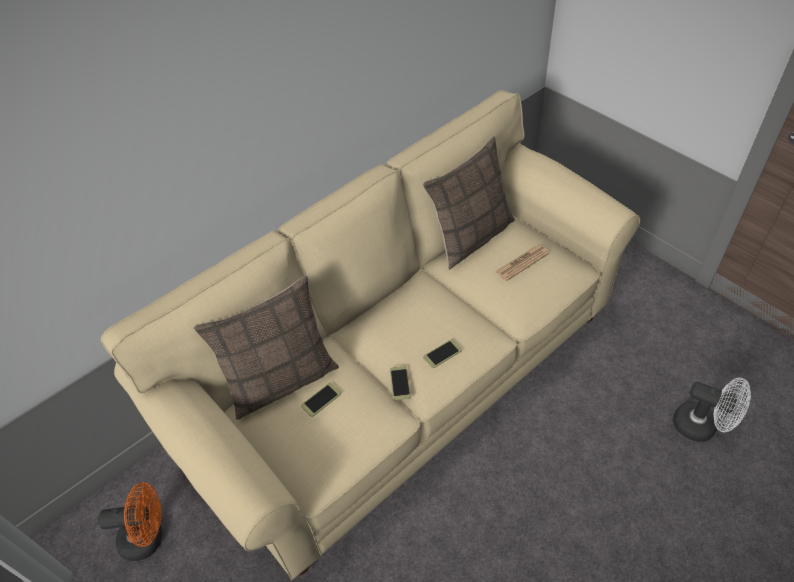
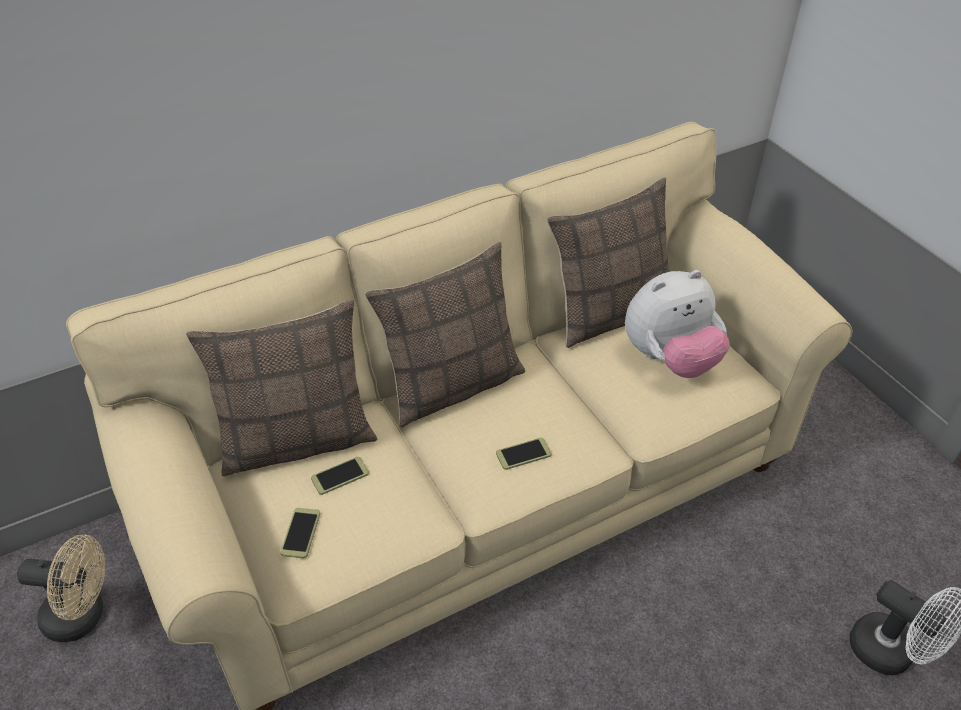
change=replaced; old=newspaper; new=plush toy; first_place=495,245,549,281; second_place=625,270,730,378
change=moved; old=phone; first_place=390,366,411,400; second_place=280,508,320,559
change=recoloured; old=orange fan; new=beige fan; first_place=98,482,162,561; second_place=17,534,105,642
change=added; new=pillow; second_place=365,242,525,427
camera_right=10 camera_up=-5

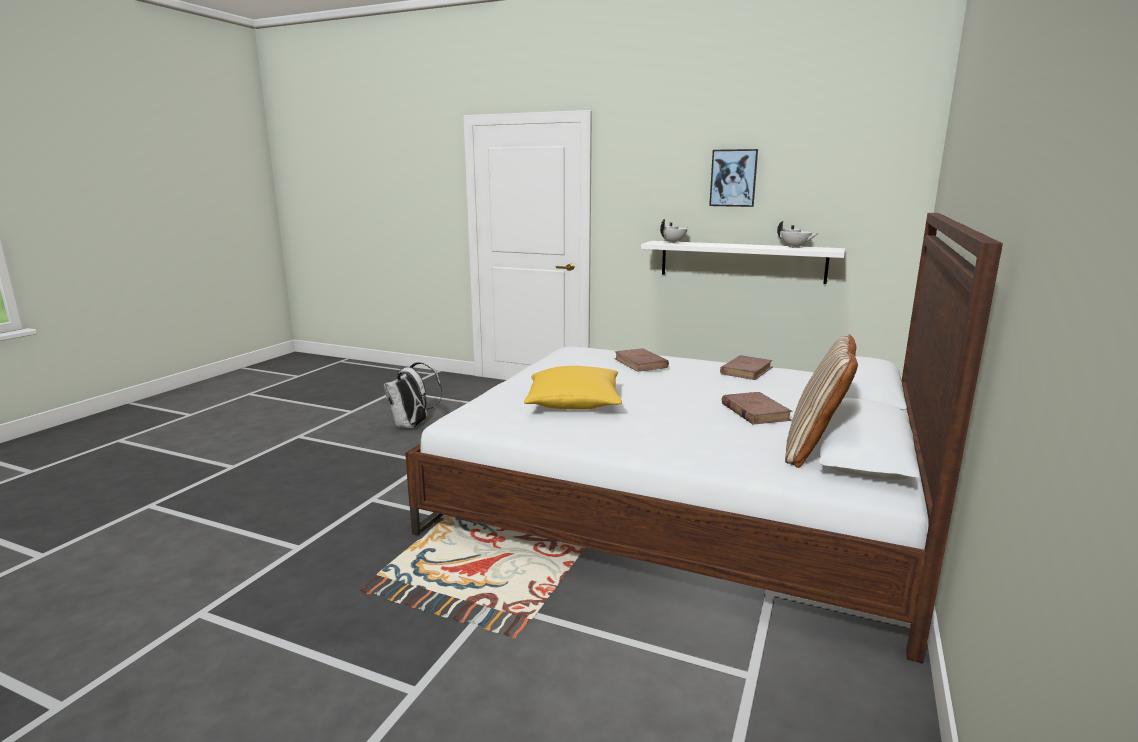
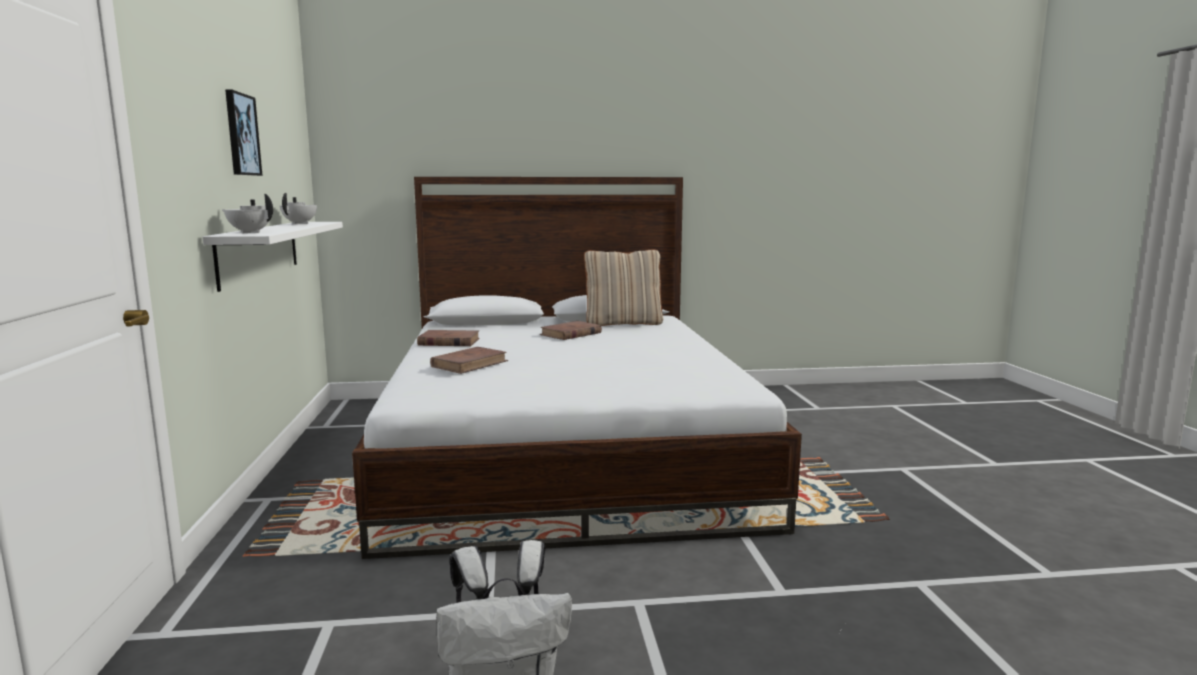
change=removed; old=yellow pillow; first_place=524,366,622,410
camera_right=-120 camera_up=-5

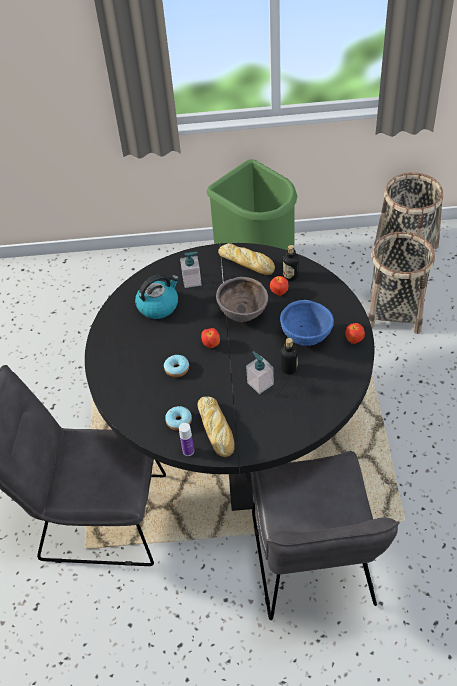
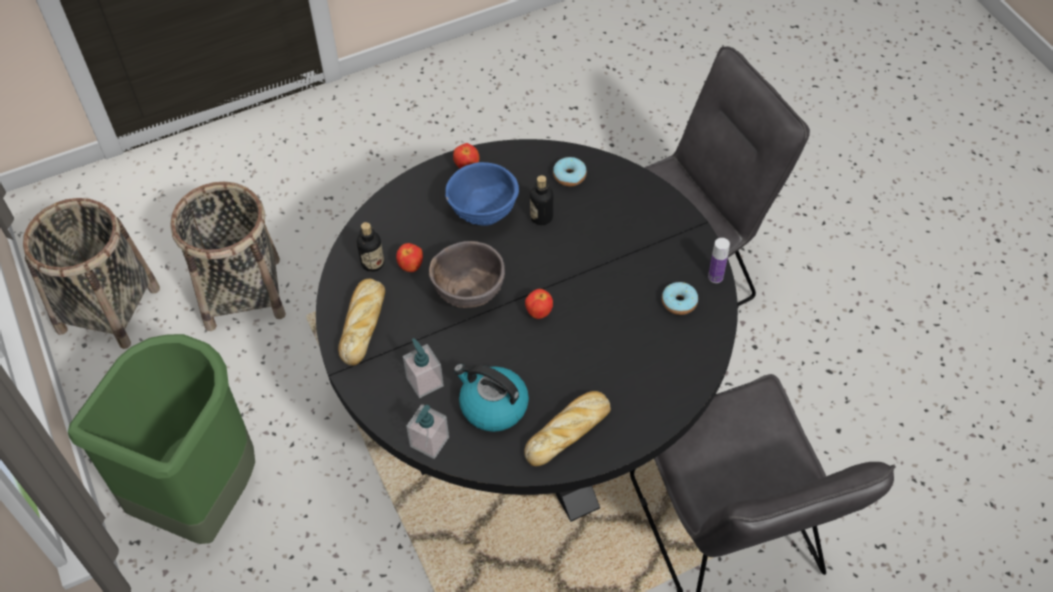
change=moved; old=soap dispenser; first_place=246,351,274,394; second_place=406,404,449,459
change=moved; old=donut; first_place=164,355,189,377; second_place=553,157,587,186
change=moved; old=bread; first_place=197,396,235,457; second_place=524,391,611,466
camera_right=-115 camera_up=5

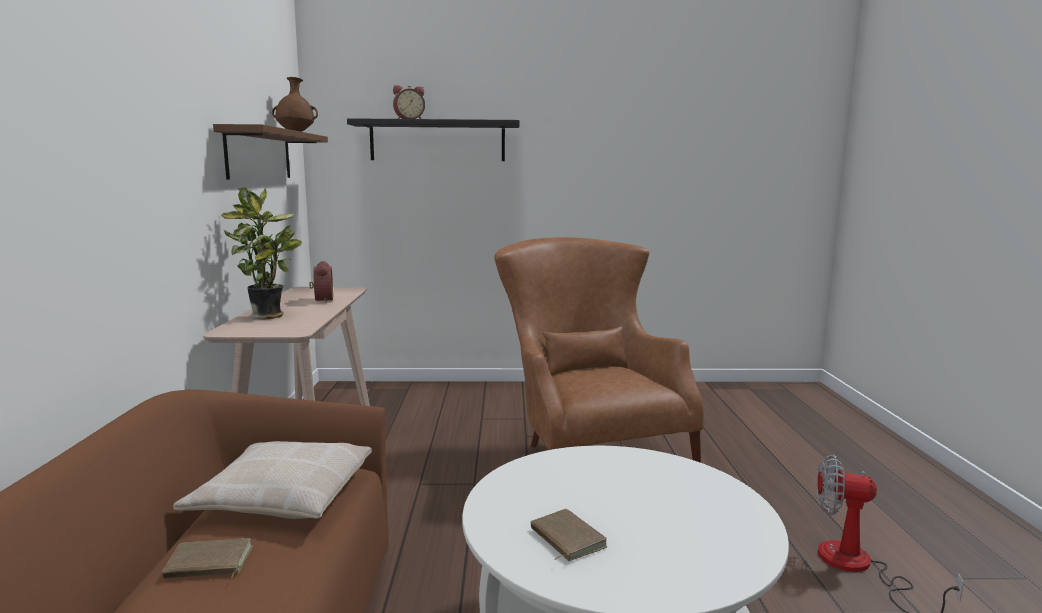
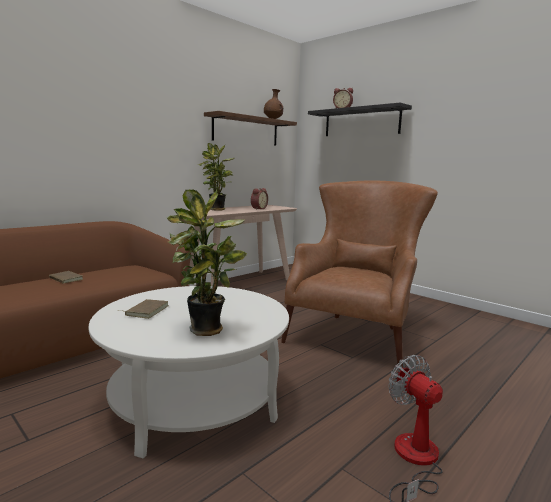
change=removed; old=beige pillow; first_place=173,441,372,519
change=added; new=potted plant; second_place=167,189,247,336
camera_right=45 camera_up=0

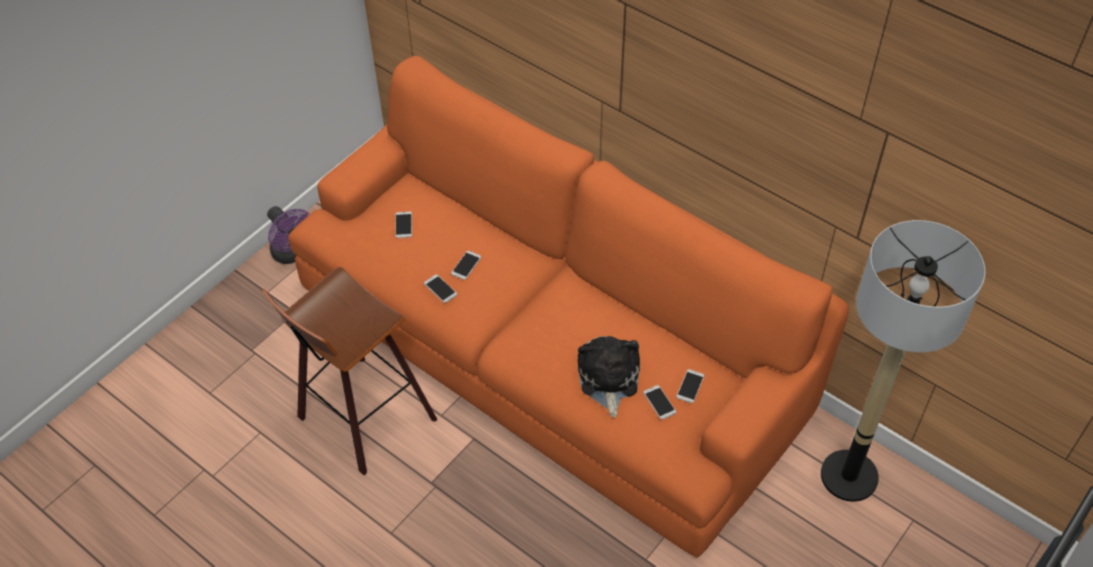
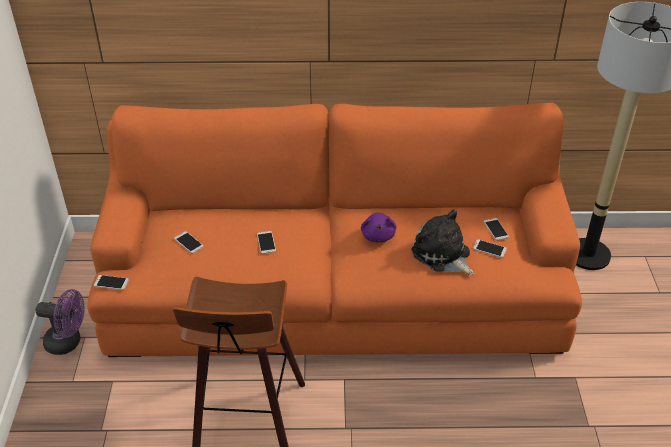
change=moved; old=phone; first_place=424,274,457,303; second_place=94,275,129,290
change=added; new=purple plush toy; second_place=361,213,396,243
camera_right=-40 camera_up=-10

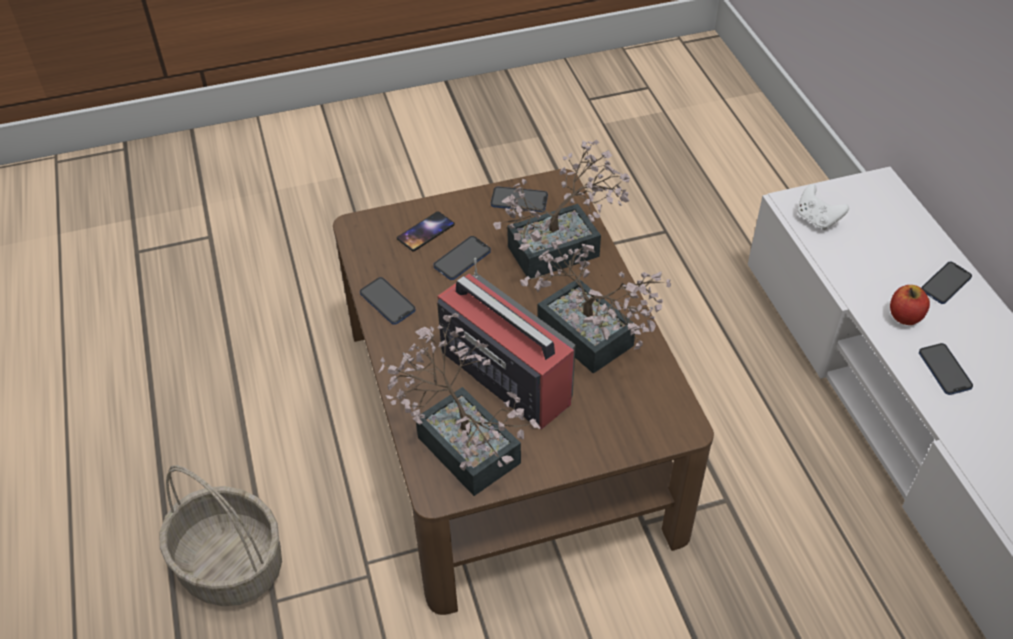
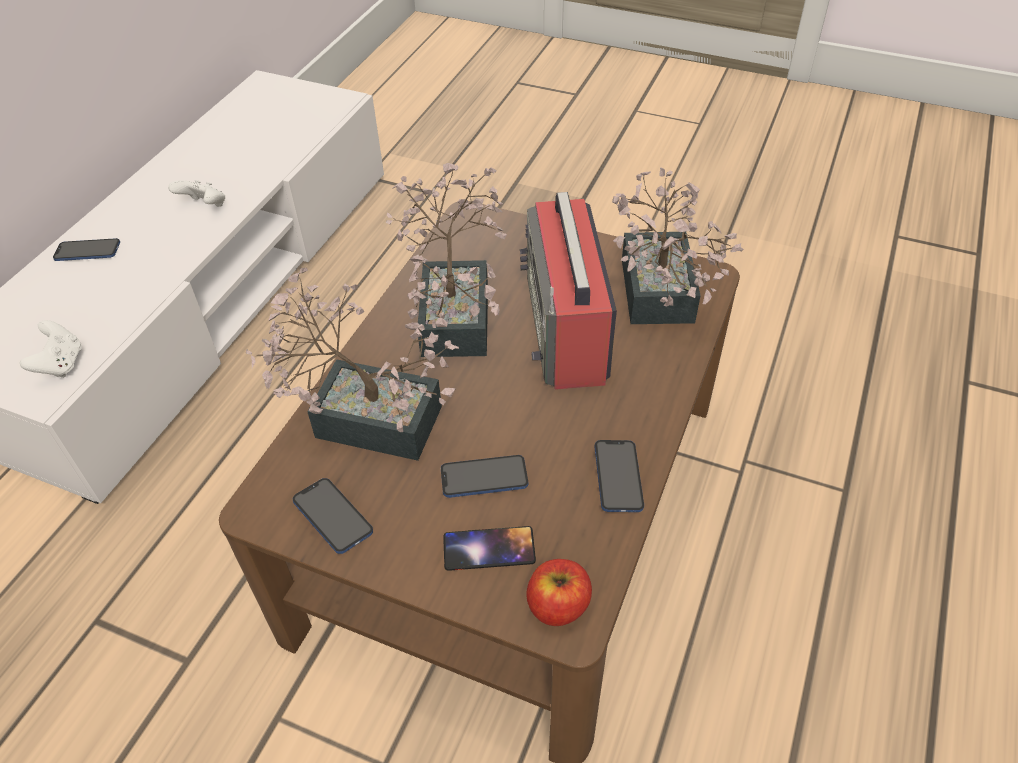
change=moved; old=apple; first_place=890,285,930,325; second_place=527,559,592,626
change=replaced; old=phone; new=white game controller; first_place=919,343,973,395; second_place=168,180,225,207
change=removed; old=basket; first_place=159,465,282,606
camera_right=-140 camera_up=0

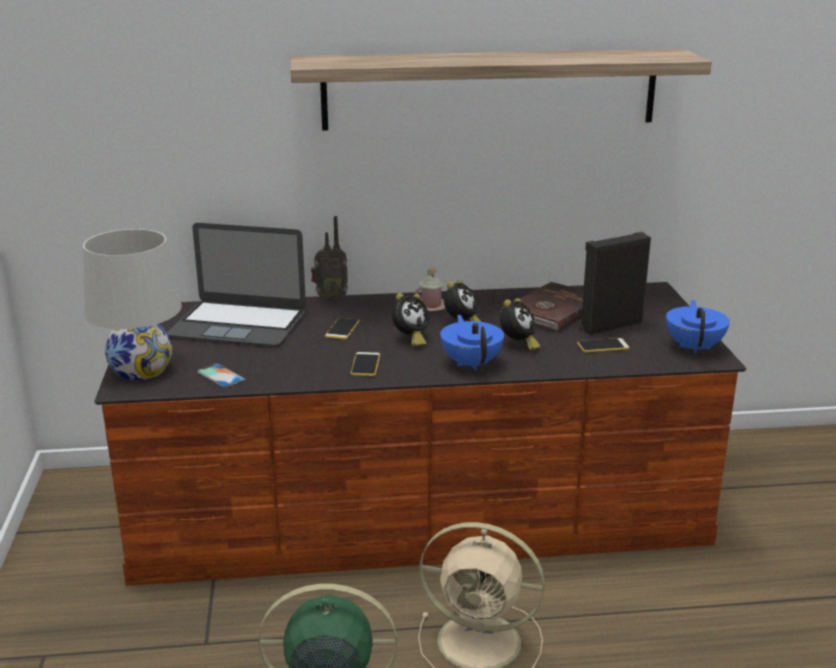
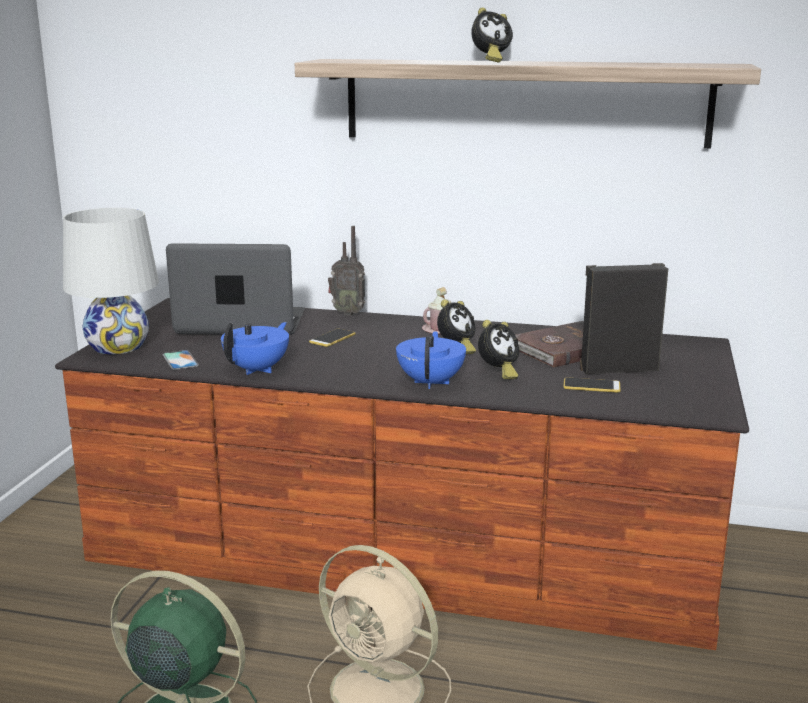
change=turned; old=laptop; first_place=167,223,306,346; second_place=166,243,305,335; degrees=150
change=moved; old=alarm clock; first_place=392,293,429,347; second_place=471,7,513,63
change=moved; old=blue teapot; first_place=666,300,730,354; second_place=221,322,289,375
change=removed; old=phone; first_place=351,352,380,376
camera_right=20 camera_up=-5

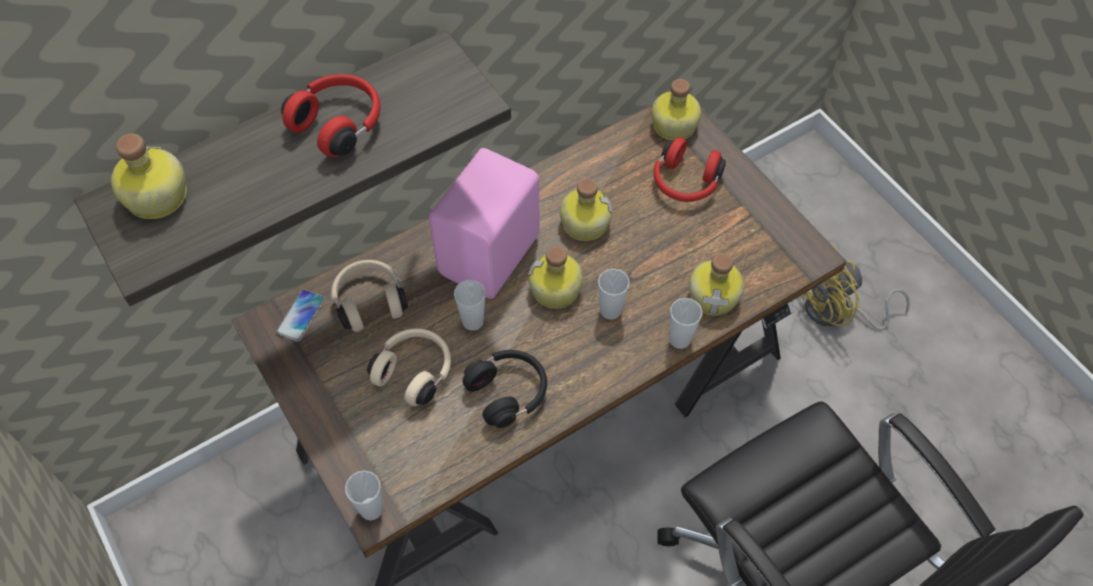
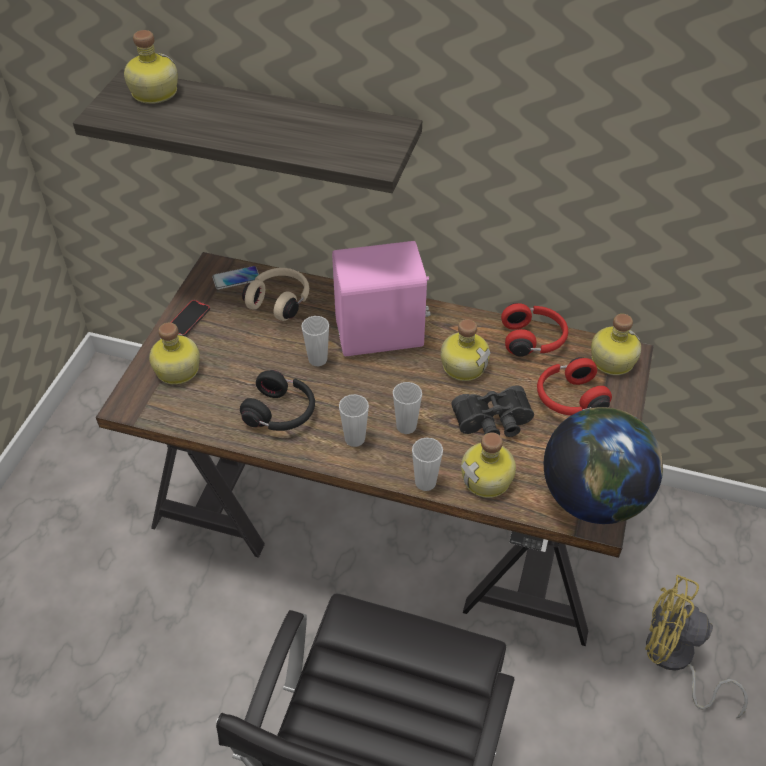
change=moved; old=red headphones; first_place=281,74,381,157; second_place=501,303,568,357
change=moved; old=bottle; first_place=528,246,583,309; second_place=149,323,200,385
change=removed; old=beige headphones; first_place=367,329,451,406
change=moved; old=cup; first_place=345,471,383,520; second_place=339,394,369,447
change=added; new=phone; second_place=170,300,210,336
change=added; new=black binoculars; second_place=451,385,534,437
change=added; new=globe; second_place=544,407,663,524
camera_right=50 camera_up=-10

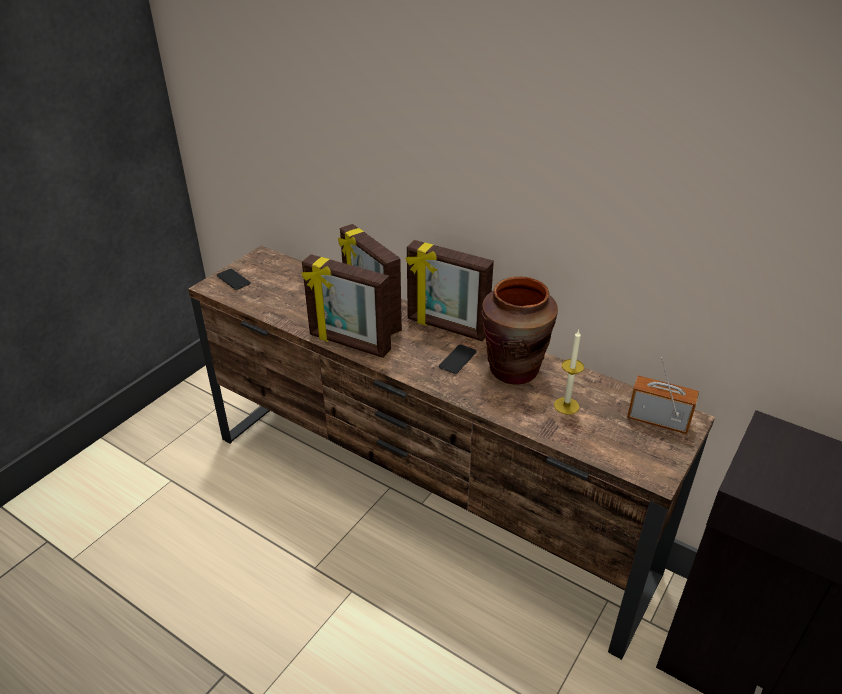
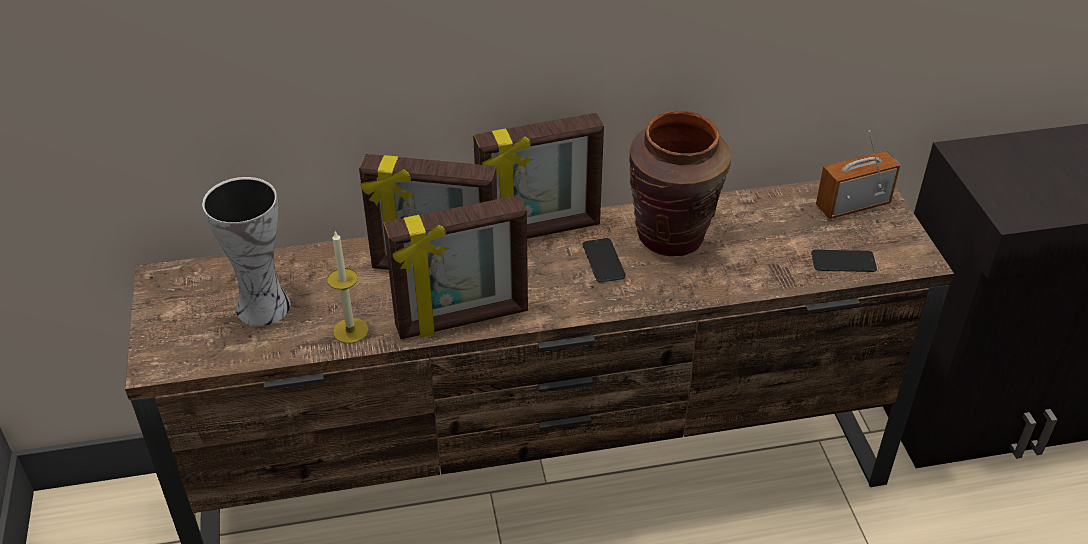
change=moved; old=phone; first_place=217,269,251,290; second_place=811,250,877,272
change=moved; old=candle; first_place=554,330,584,415; second_place=327,231,368,344
change=added; new=vase; second_place=202,177,290,326
camera_right=-45 camera_up=5

